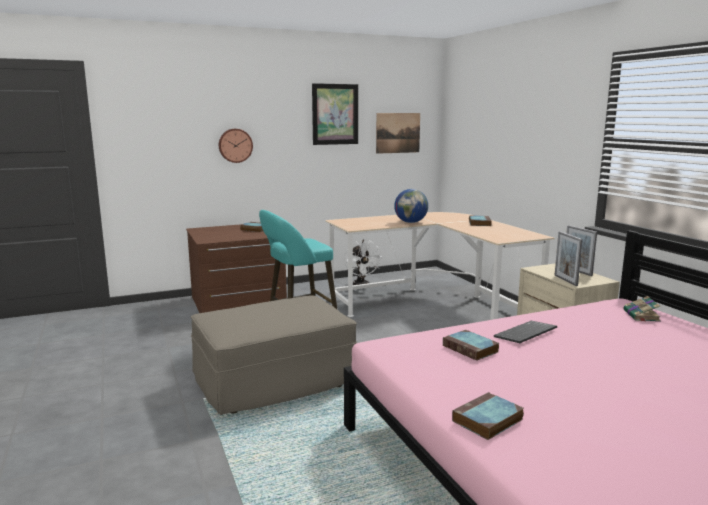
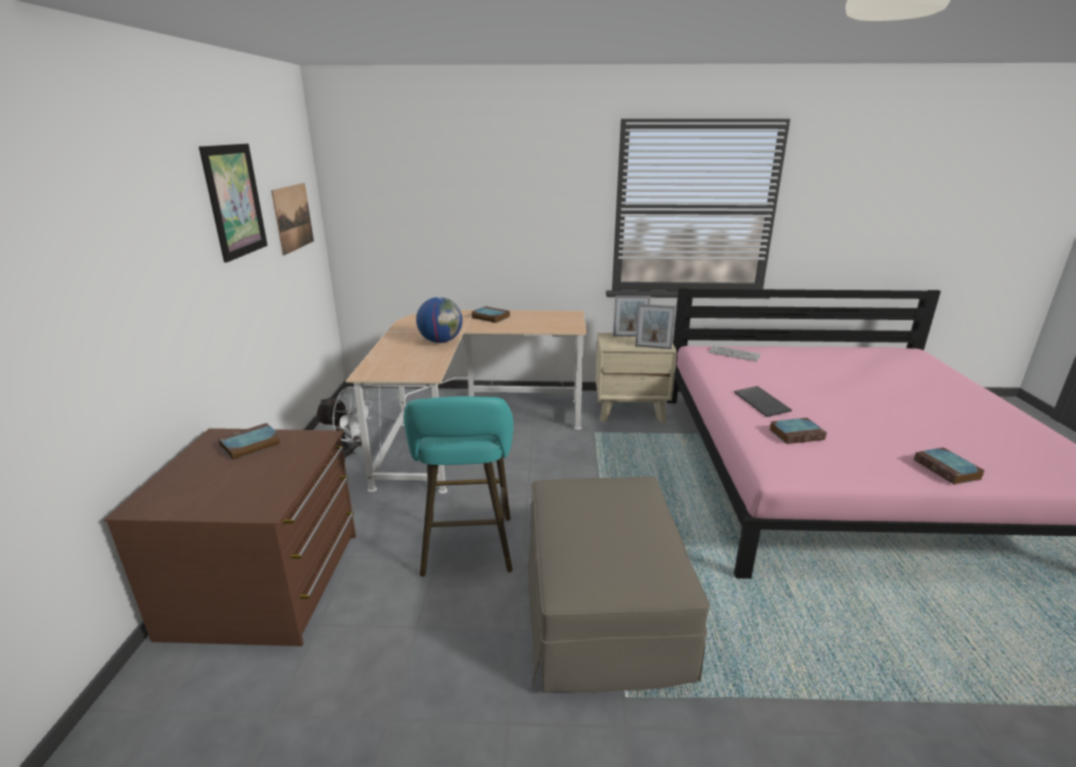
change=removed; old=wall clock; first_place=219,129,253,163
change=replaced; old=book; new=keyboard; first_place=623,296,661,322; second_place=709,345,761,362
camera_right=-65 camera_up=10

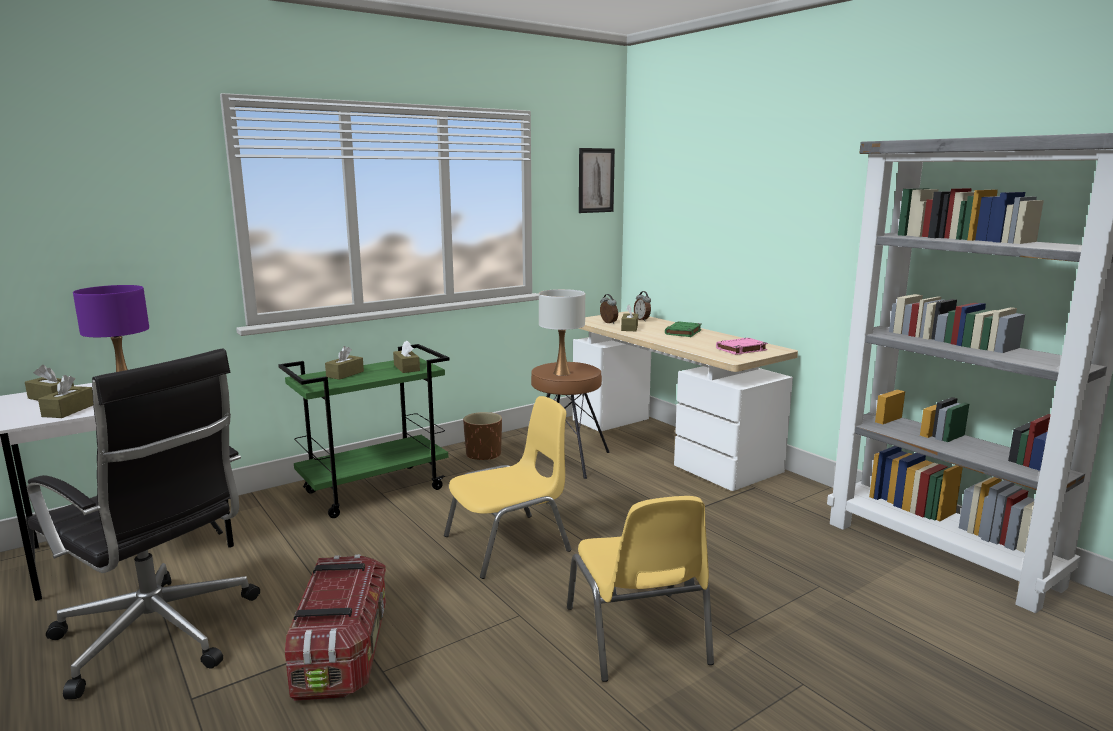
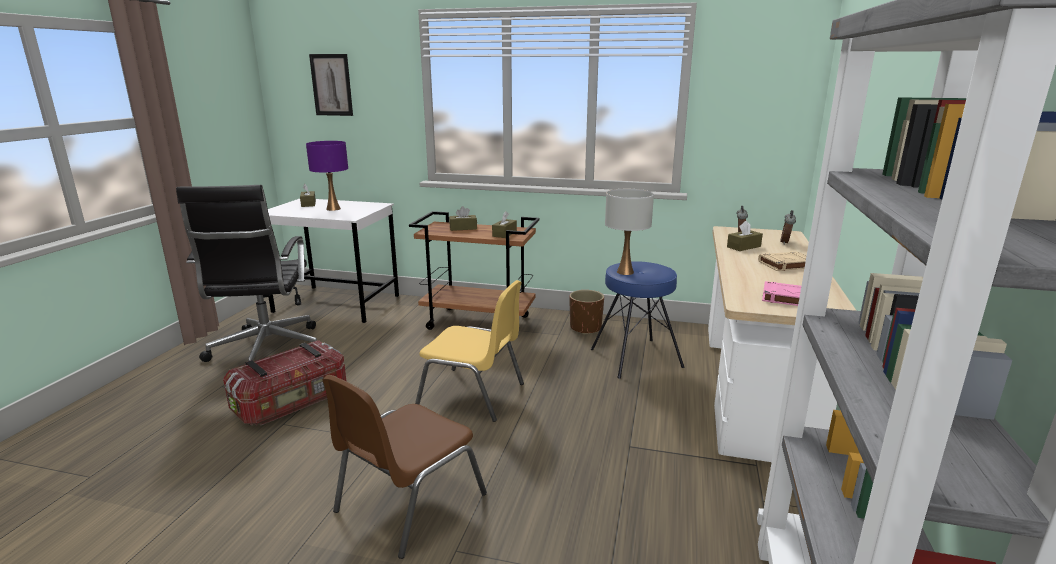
change=moved; old=picture; first_place=579,148,615,213; second_place=309,54,353,116
change=recoloured; old=green book; new=beige book; first_place=665,321,702,337; second_place=758,252,807,271
change=recoloured; old=green cart; new=brown cart; first_place=278,344,450,518; second_place=409,211,539,330
change=recoloured; old=brown stool; new=blue stool; first_place=531,362,610,479; second_place=591,261,684,379
change=removed; old=brown tissue box; first_place=38,375,93,418
change=recoloured; old=yellow chair; new=brown chair; first_place=567,496,714,682; second_place=322,375,487,559
camera_right=50 camera_up=5

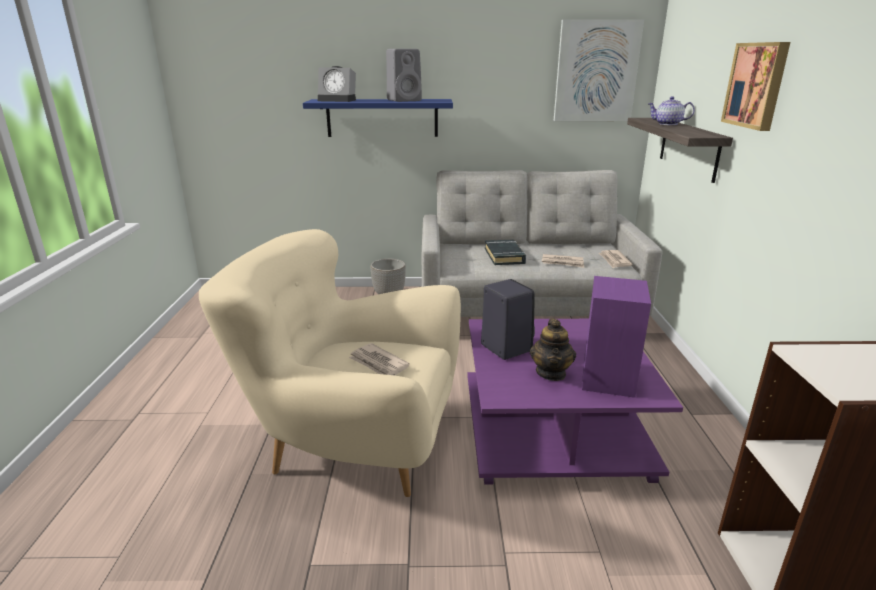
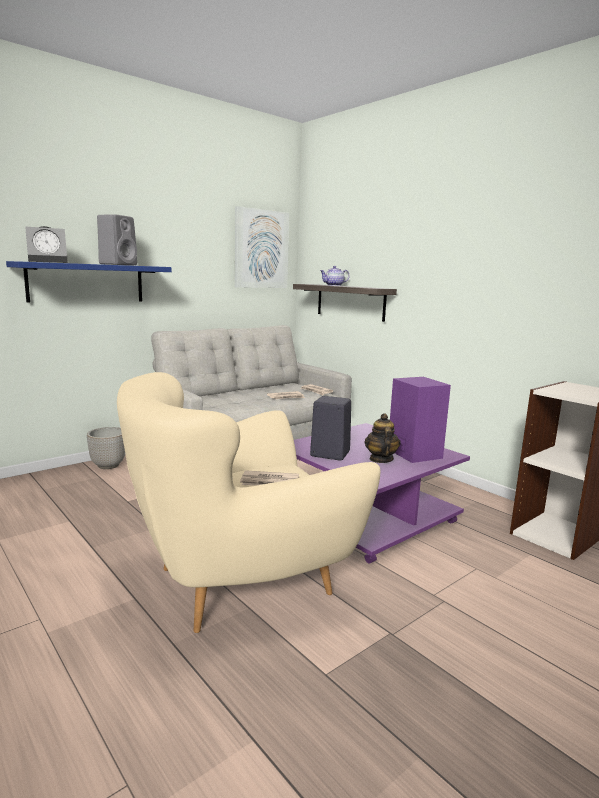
change=removed; old=picture; first_place=721,42,790,131
change=removed; old=black book; first_place=485,240,526,265
change=turned; old=teapot; first_place=530,318,576,381; second_place=365,413,401,463; degrees=-150
camera_right=-40 camera_up=-10

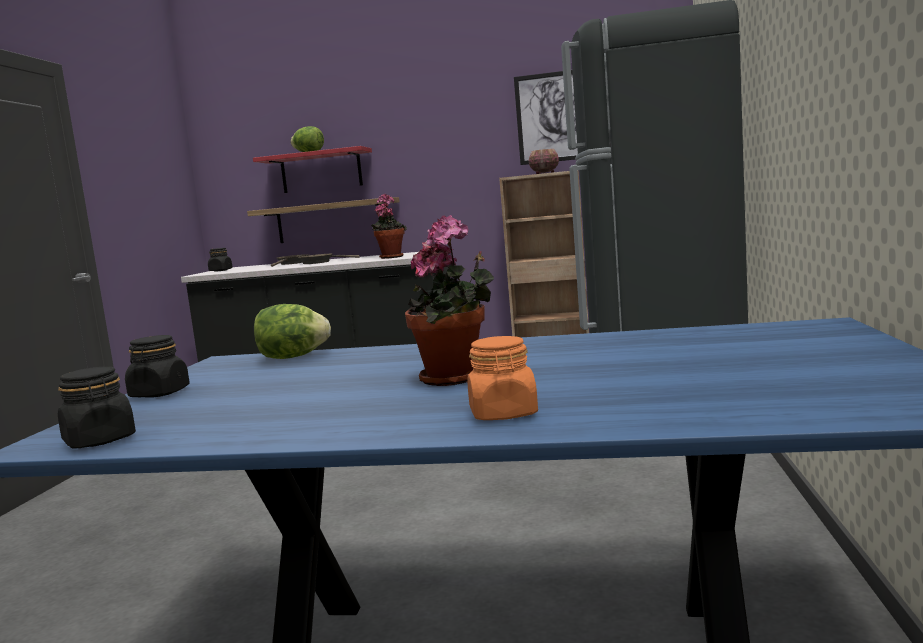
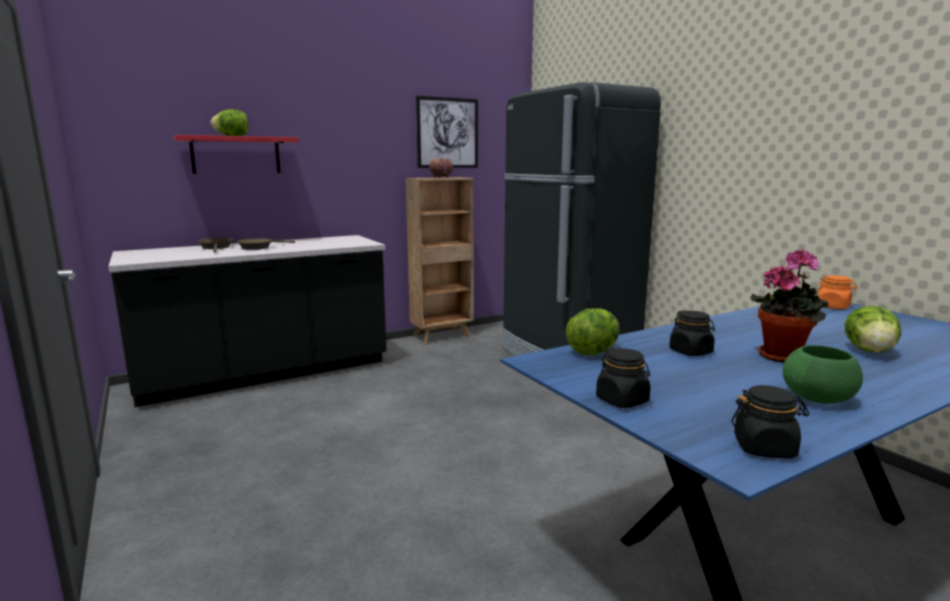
change=removed; old=potted plant; first_place=371,194,407,259
change=removed; old=shelf; first_place=247,197,400,243
change=moved; old=black jar; first_place=208,248,233,272; second_place=669,311,715,356
change=moved; old=orange jar; first_place=467,336,538,420; second_place=817,275,858,309
change=added; new=lettuce; second_place=845,306,901,353
change=added; new=green bowl; second_place=783,345,863,404
camera_right=-40 camera_up=5

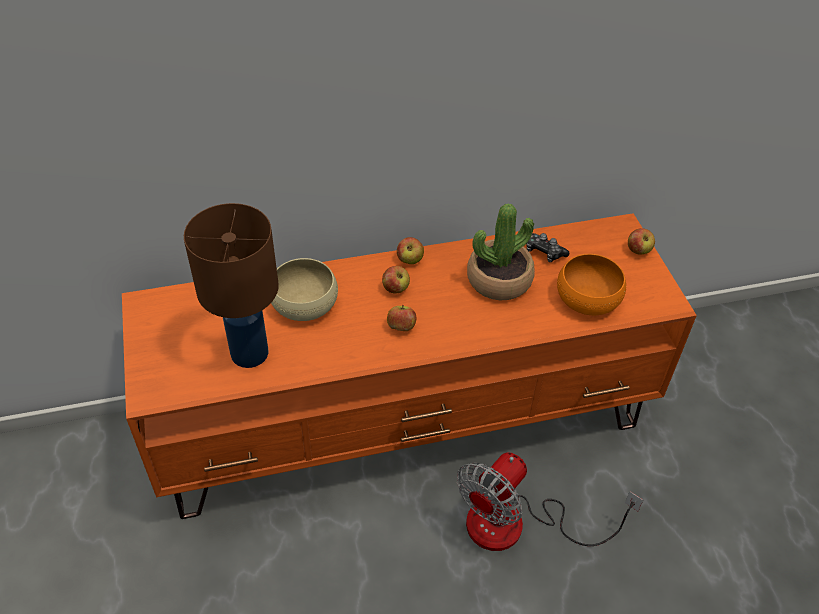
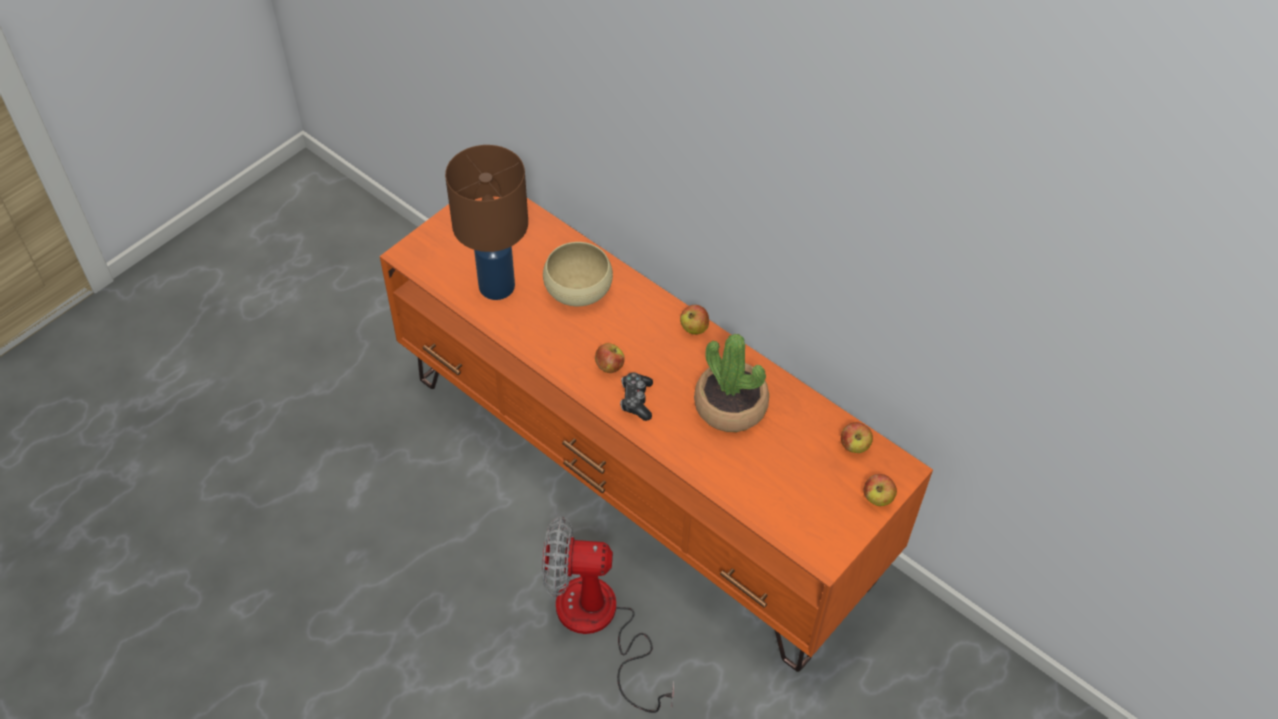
change=moved; old=game controller; first_place=526,233,569,262; second_place=620,372,653,421
change=removed; old=orange bowl; first_place=557,254,626,316
change=moved; old=apple; first_place=382,266,410,294; second_place=841,422,873,453
camera_right=55 camera_up=5

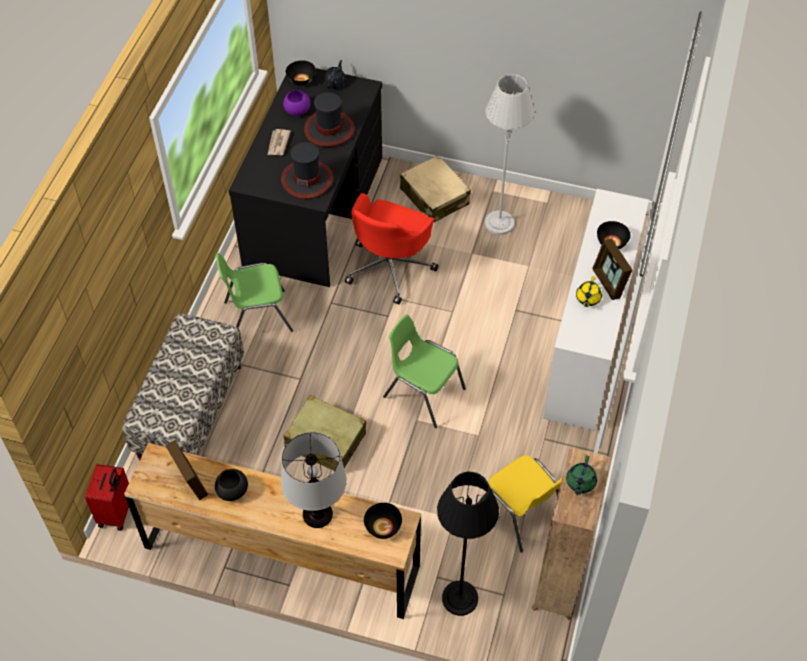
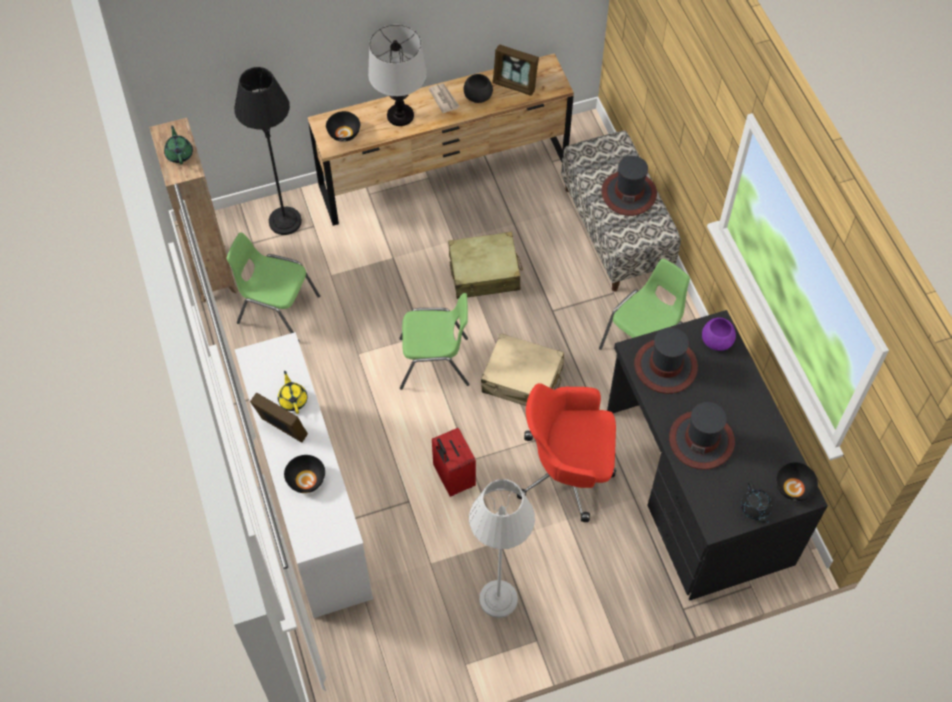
change=moved; old=purple bowl; first_place=283,90,310,116; second_place=702,317,736,351
change=moved; old=newspaper; first_place=268,129,291,155; second_place=428,83,460,113
change=moved; old=beige suitcase; first_place=400,155,471,223; second_place=481,333,564,406
change=turned; old=red office chair; first_place=345,193,439,305; second_place=517,383,617,522; degrees=-75
change=recoloured; old=yellow chair; new=green chair; first_place=477,455,562,553; second_place=227,232,320,341
change=moved; old=red suitcase; first_place=85,464,129,531; second_place=432,428,476,497
change=added; new=hat; second_place=602,156,657,216
camera_right=145 camera_up=5

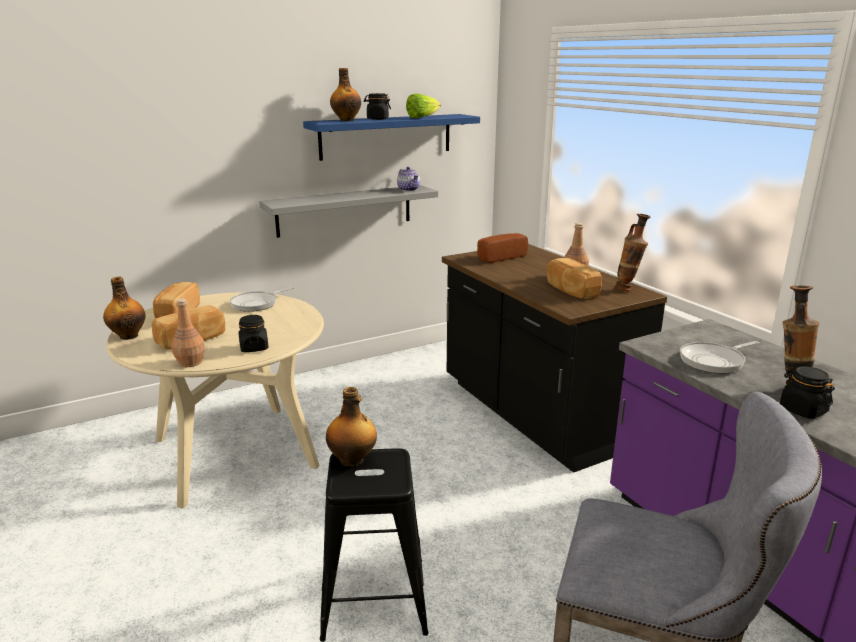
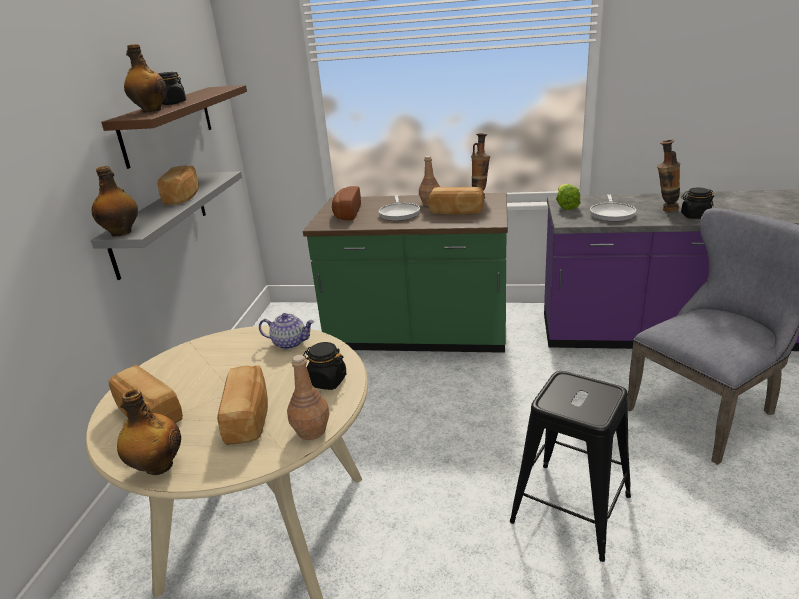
change=moved; old=lettuce; first_place=406,93,441,118; second_place=556,184,580,210
change=recoloured; old=blue shelf; new=brown shelf; first_place=303,114,480,161; second_place=101,85,247,169
change=moved; old=teapot; first_place=397,167,420,191; second_place=259,313,315,350
change=recoloured; old=black counter; new=green counter; first_place=442,244,667,473; second_place=303,193,508,353
change=moved; old=frying pan; first_place=230,287,295,312; second_place=379,196,420,221
change=moved; old=bottle; first_place=326,387,377,467; second_place=92,166,138,237
change=added; new=bread; second_place=157,165,199,205
camera_right=-50 camera_up=5

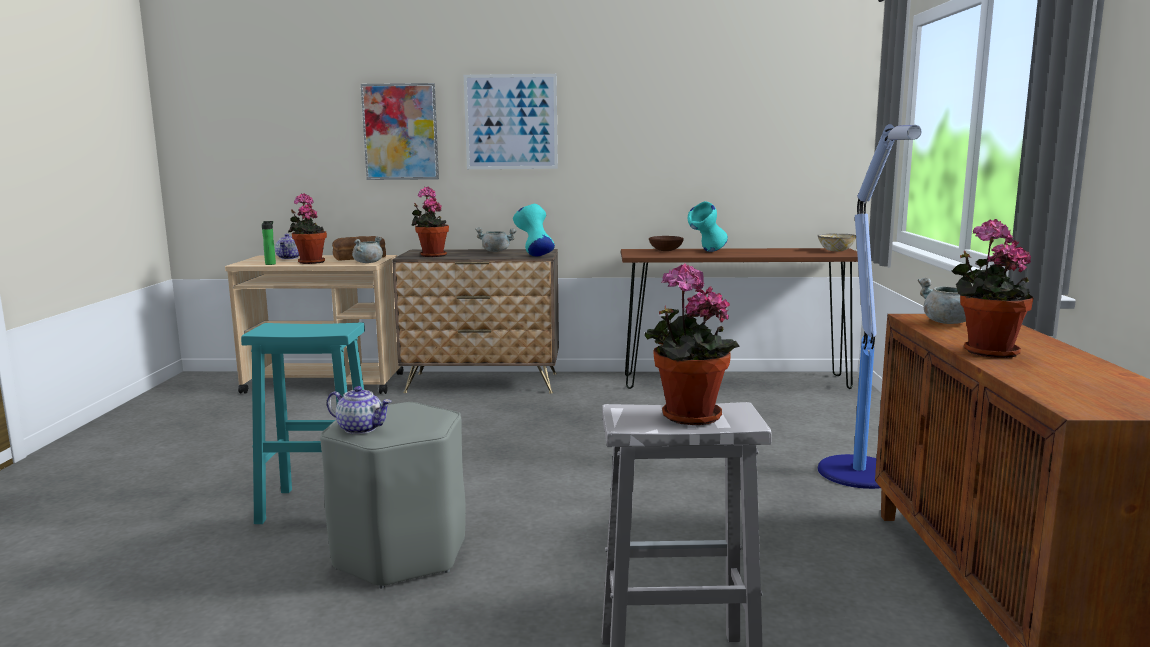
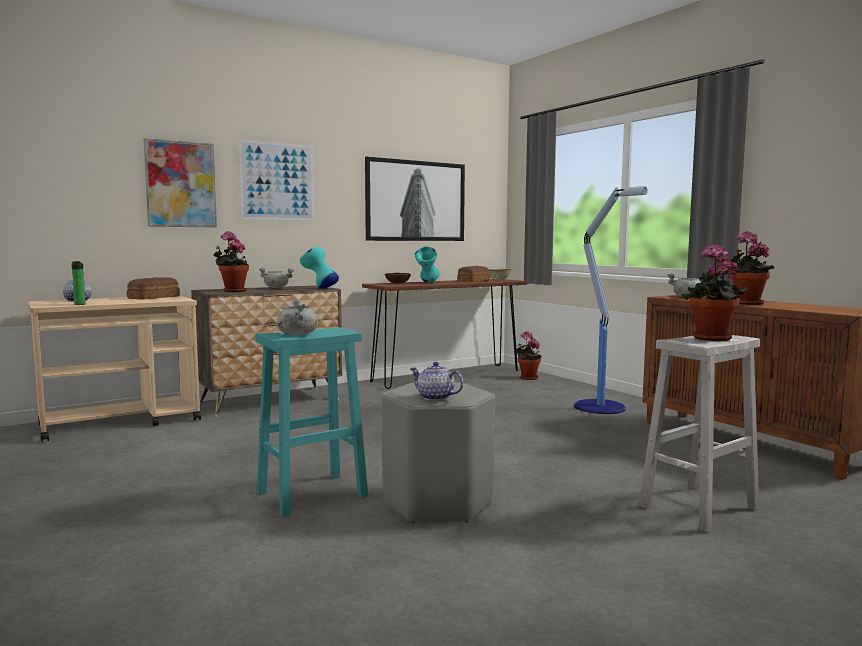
change=moved; old=potted plant; first_place=288,193,327,264; second_place=515,331,541,380
change=moved; old=grey cooking pot; first_place=352,237,383,263; second_place=277,300,318,335
change=turned; old=teapot; first_place=327,386,392,434; second_place=410,362,464,401; degrees=-135
change=added; new=picture; second_place=365,157,465,241
change=added; new=bread; second_place=457,266,490,282
camera_right=-35 camera_up=-5

